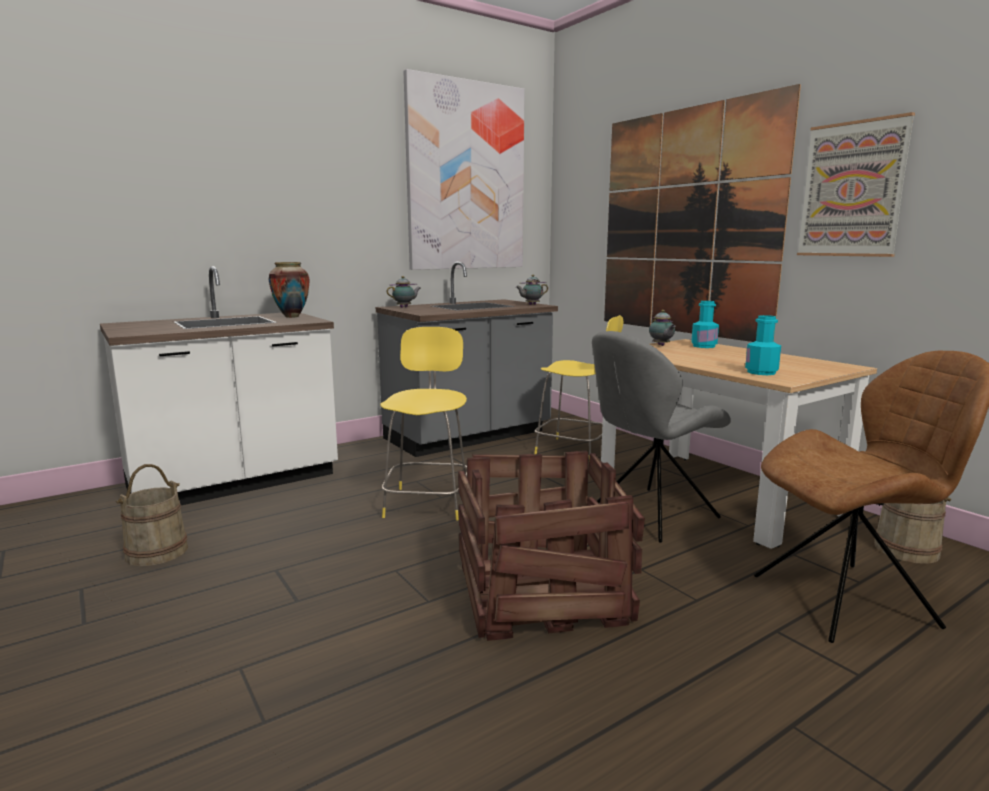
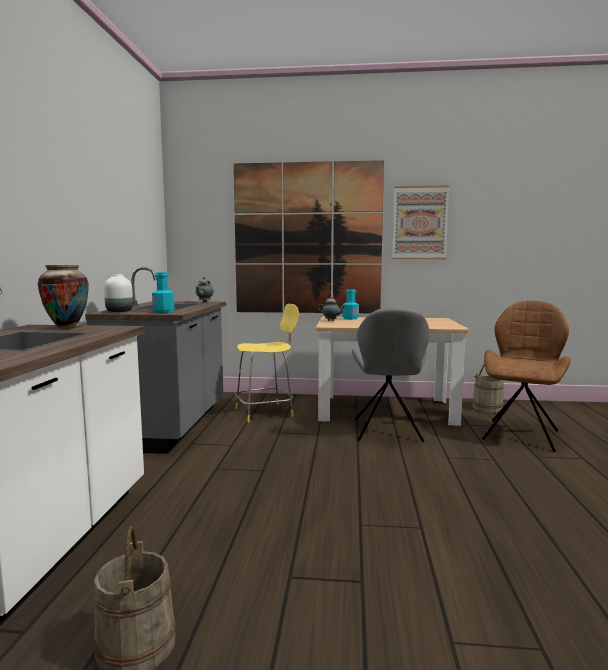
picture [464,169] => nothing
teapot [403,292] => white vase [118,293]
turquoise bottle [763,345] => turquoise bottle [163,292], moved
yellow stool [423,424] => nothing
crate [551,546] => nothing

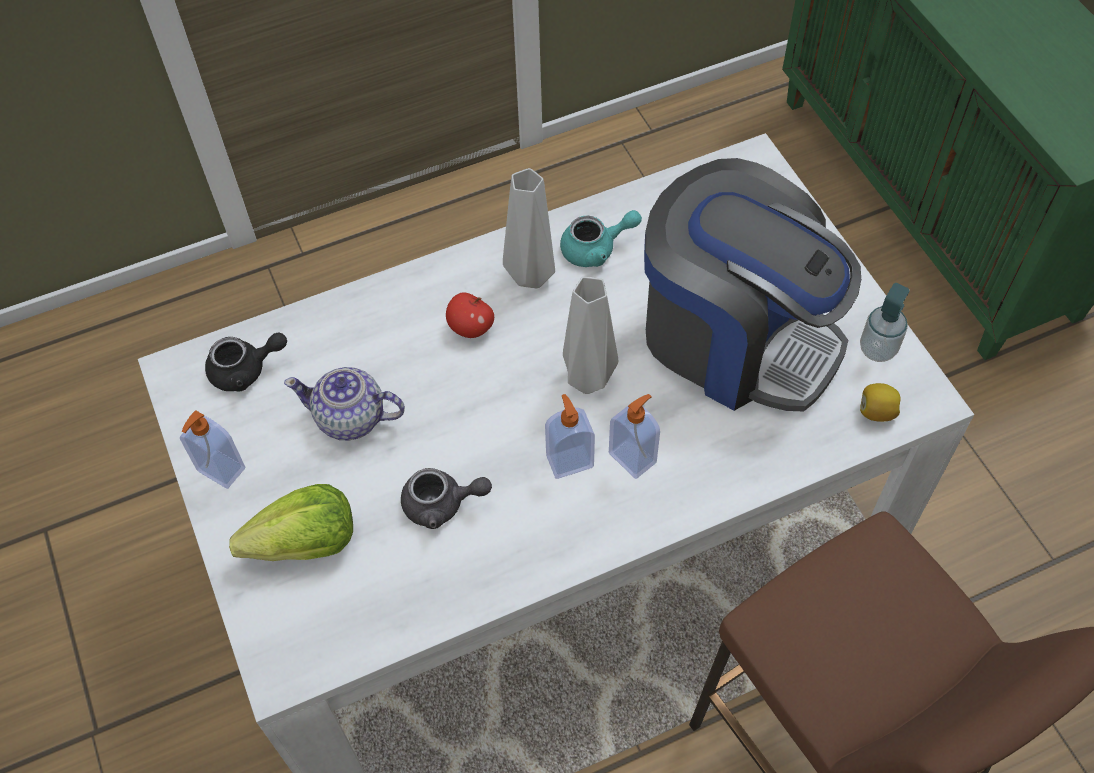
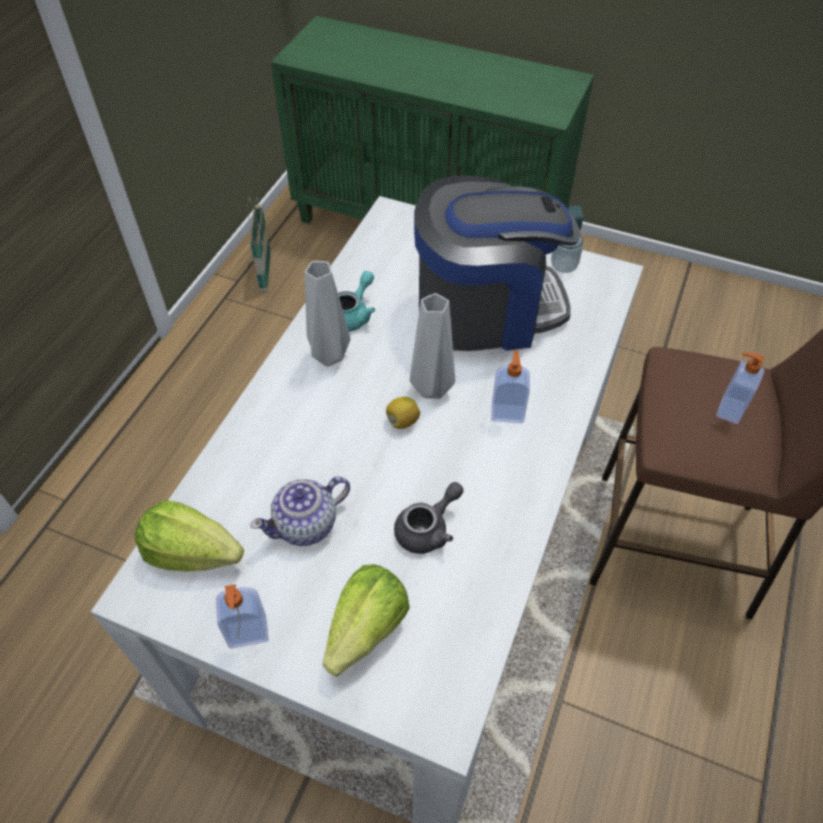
apple [470,315] => nothing
black teapot [246,361] => lettuce [189,535]
lemon [880,402] => lemon [403,413], moved
soap dispenser [570,436] => soap dispenser [740,388], moved
nothing => basket [259,244]

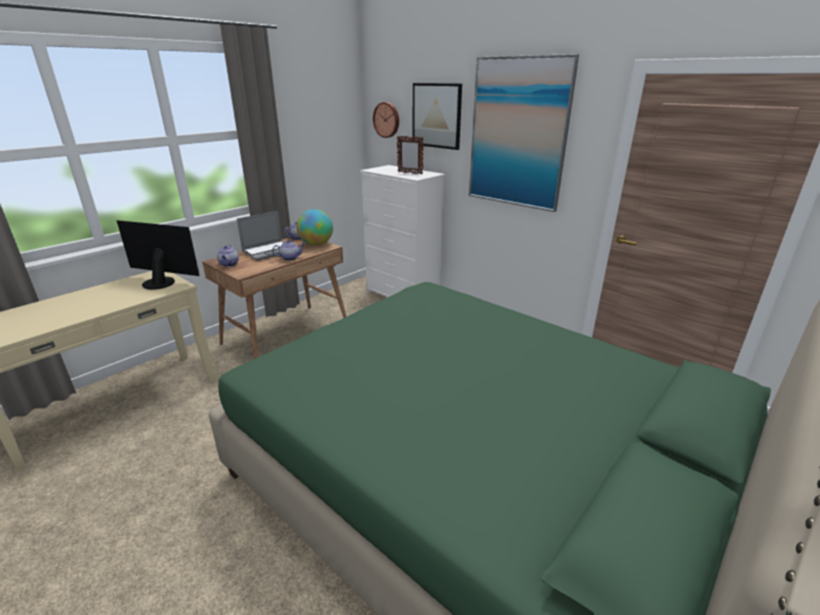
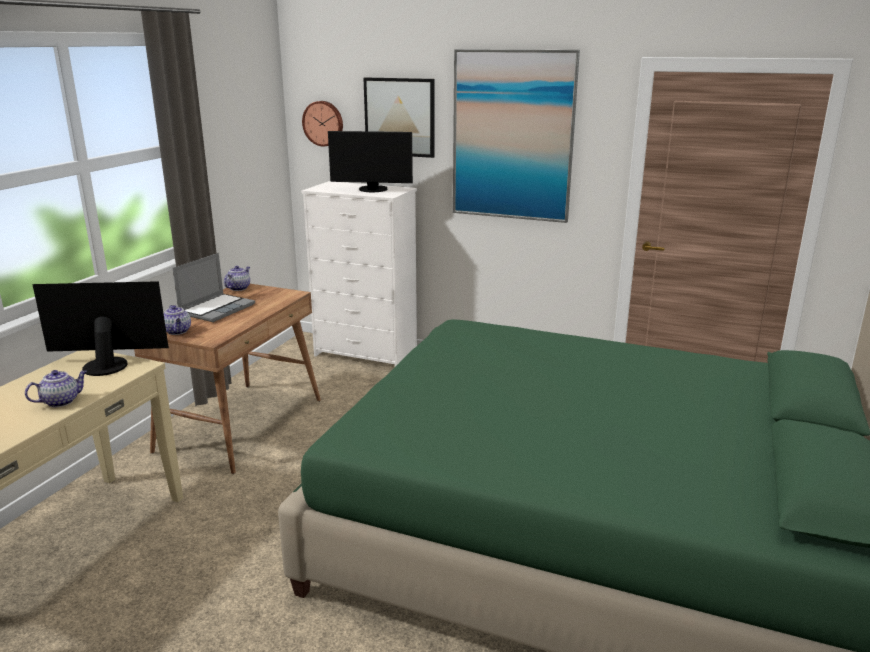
picture frame [410,155] => monitor [370,161]
globe [314,227] => nothing
teapot [288,250] => teapot [56,388], moved

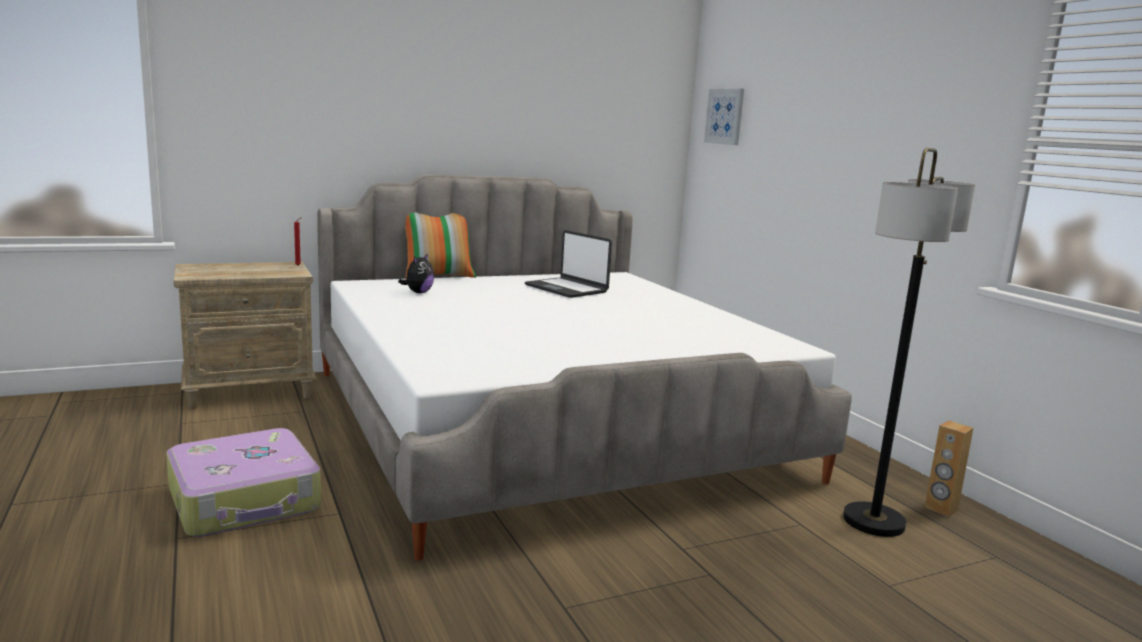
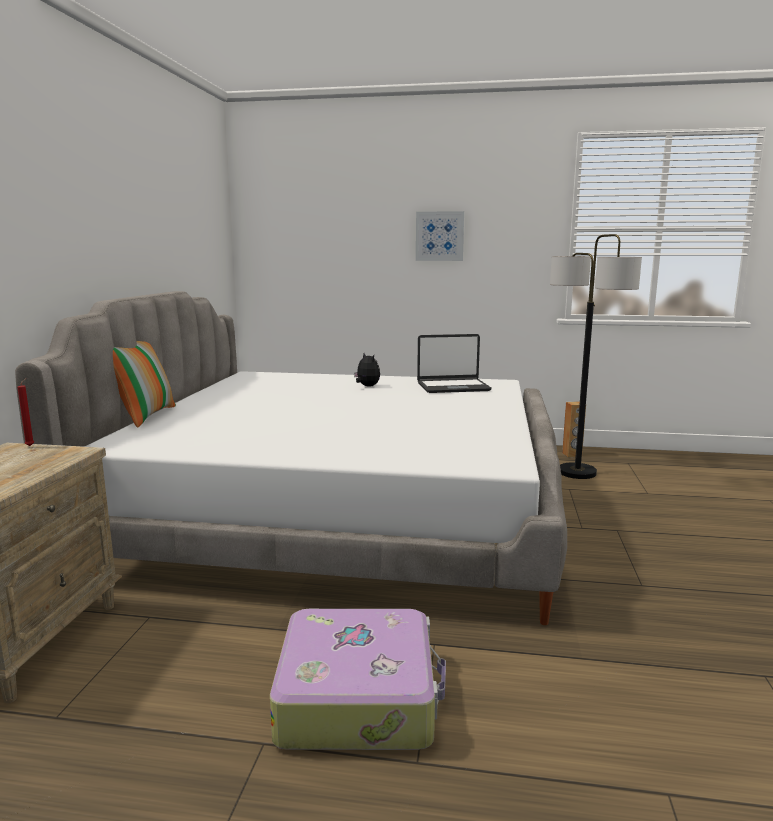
picture [724,117] => picture [440,236], moved
laptop [568,264] => laptop [454,363], moved
plush toy [416,273] => plush toy [367,369], moved

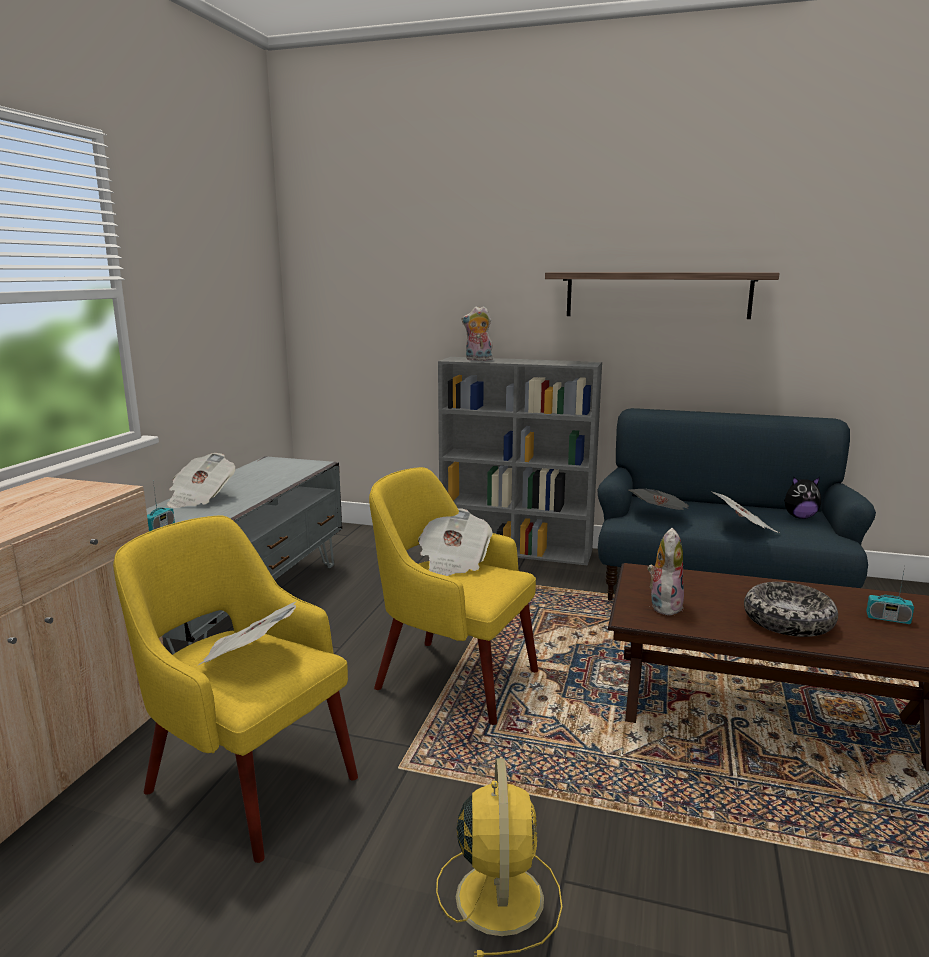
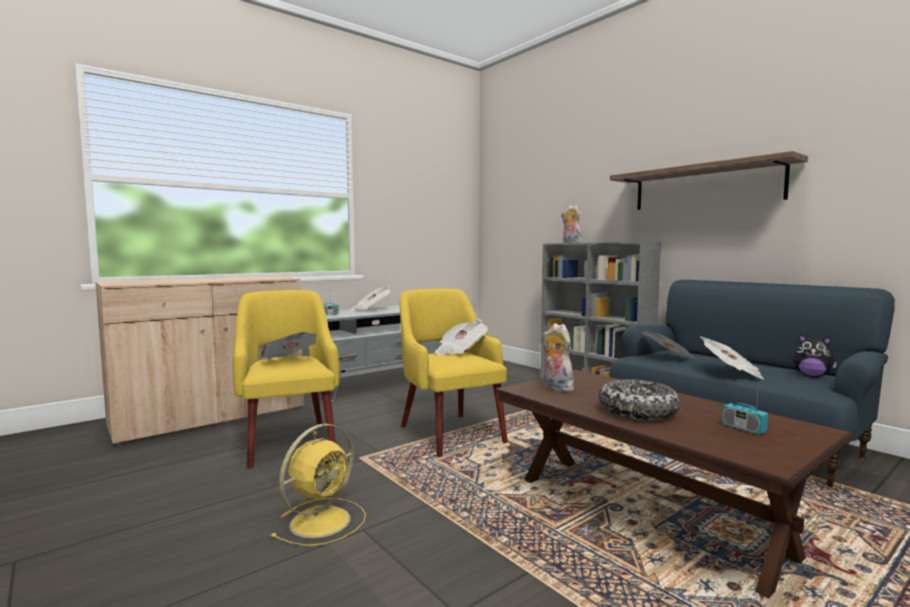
plush toy [666,571] => plush toy [559,357], 90 degrees counterclockwise

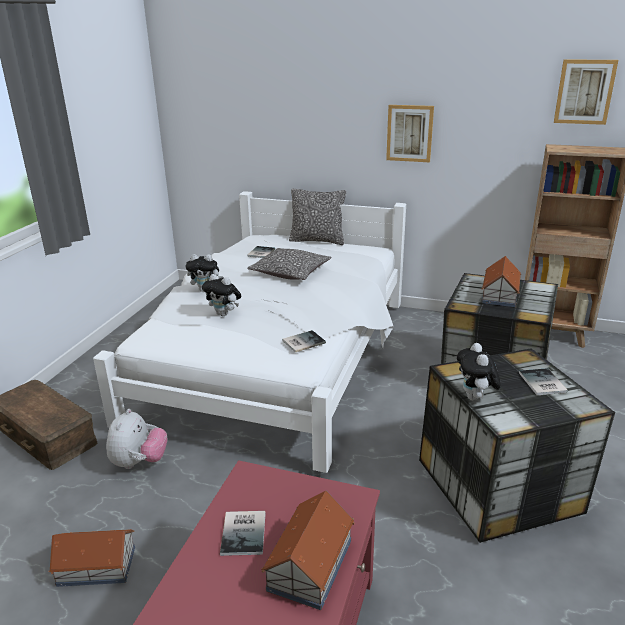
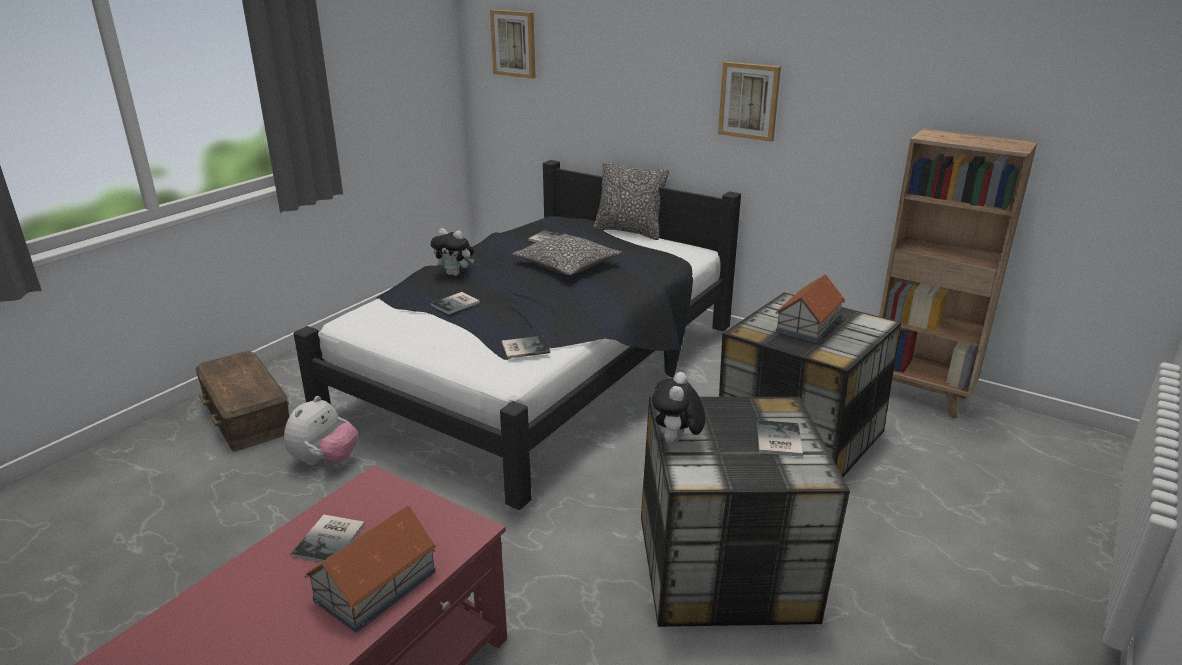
picture [586,92] => picture [512,44], moved
white bed [249,332] => black bed [517,335]
plush toy [221,295] => book [455,303]
toy house [92,558] => nothing

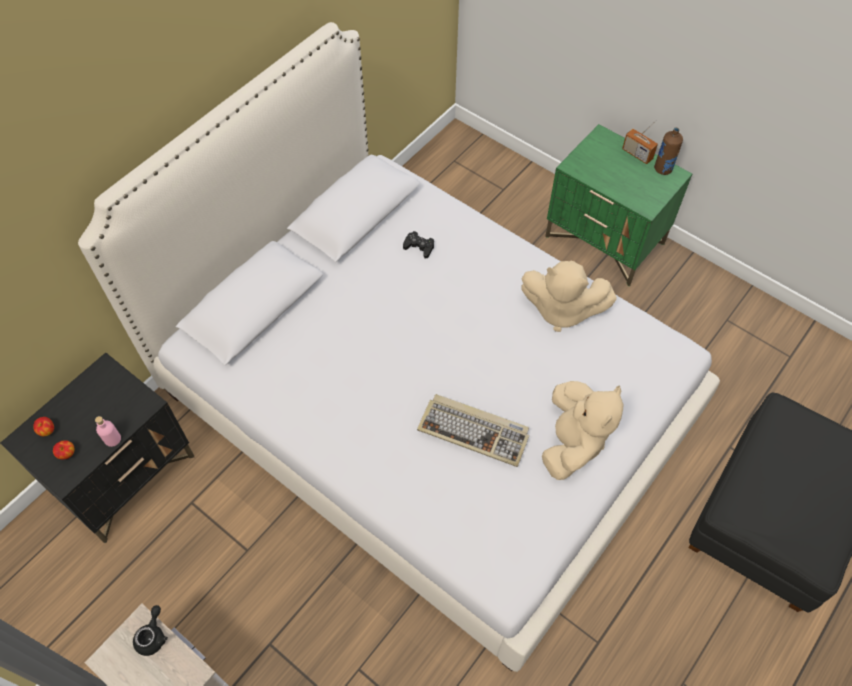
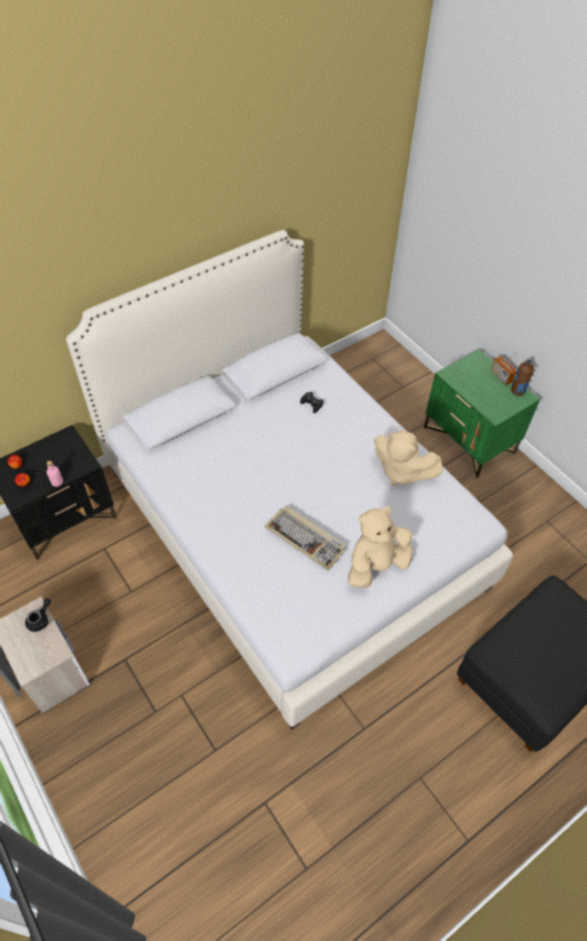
beige plush toy [583,430] => beige plush toy [380,547], 150 degrees counterclockwise

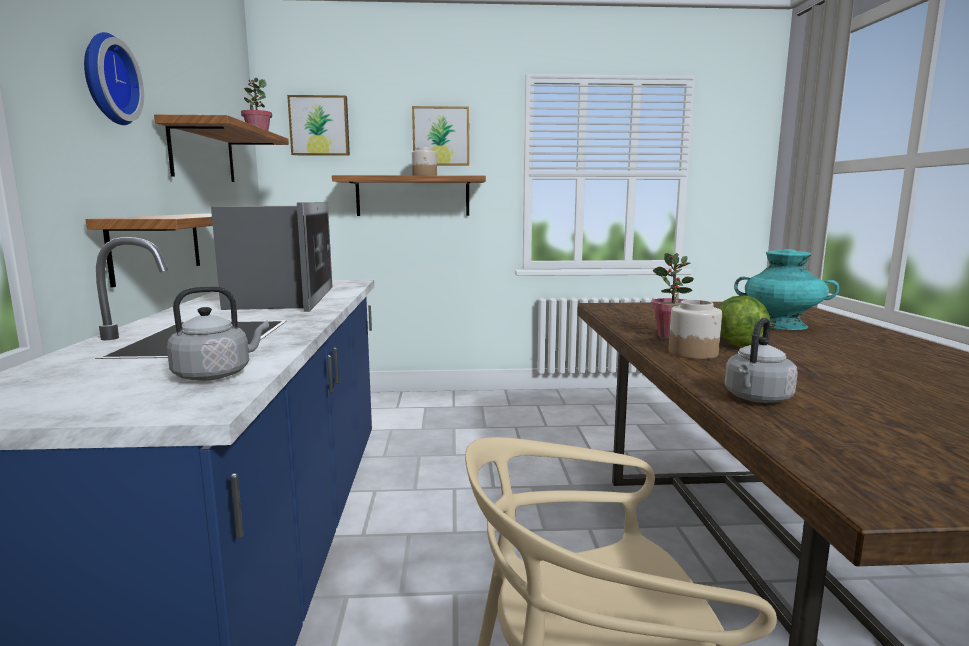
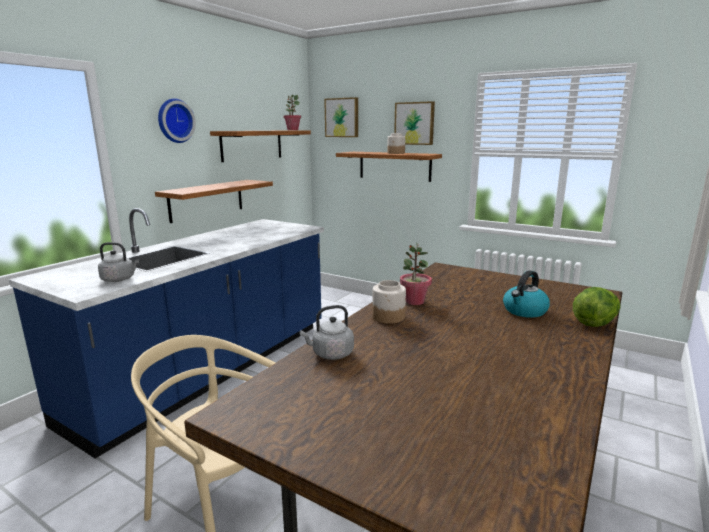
microwave [271,257] => nothing
turquoise vase [786,289] => kettle [526,294]
lettuce [744,321] => lettuce [596,307], moved

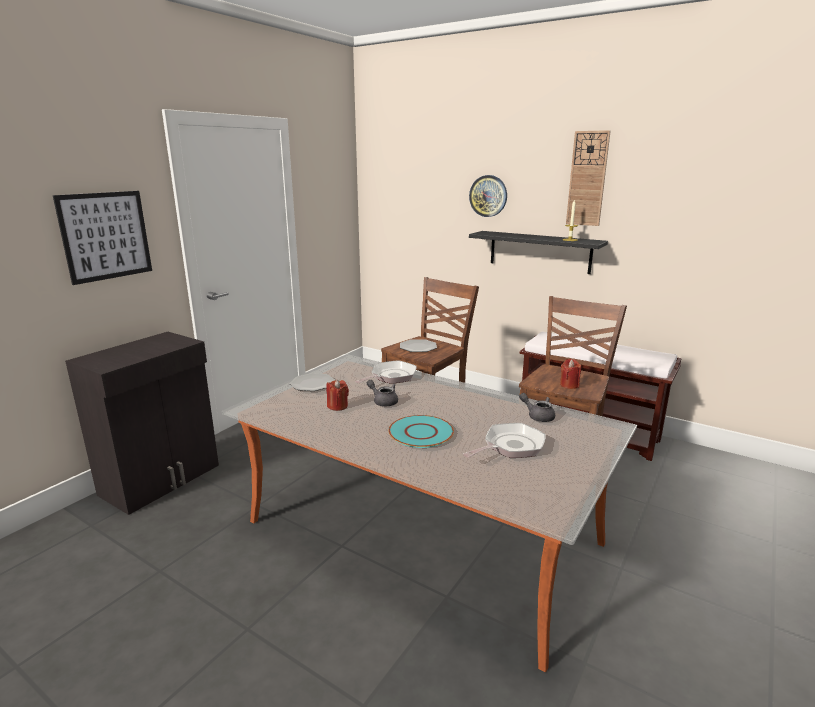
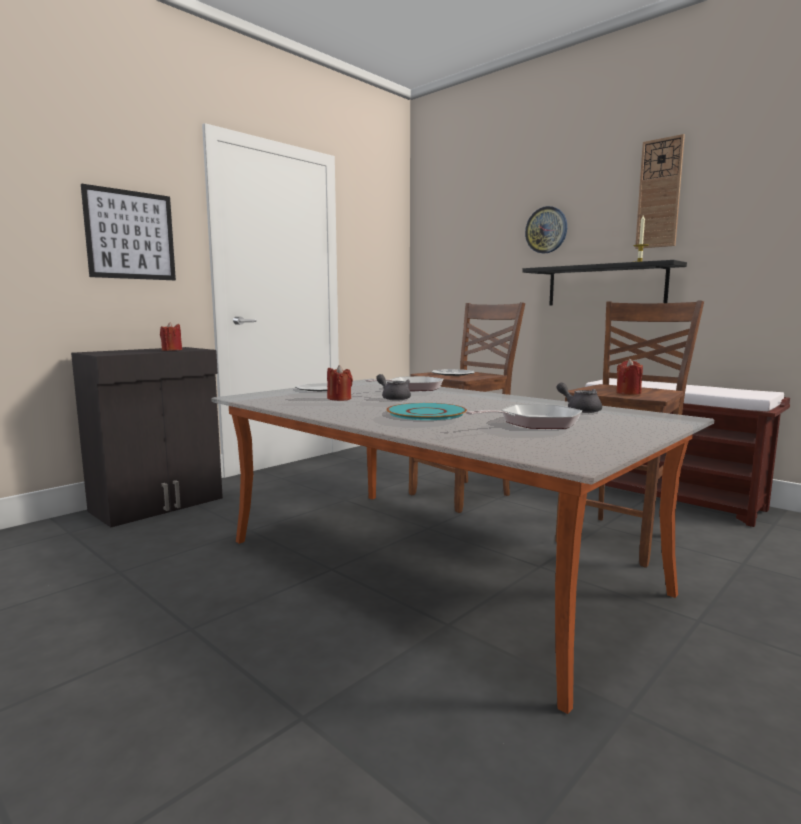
nothing => red candle [171,336]

